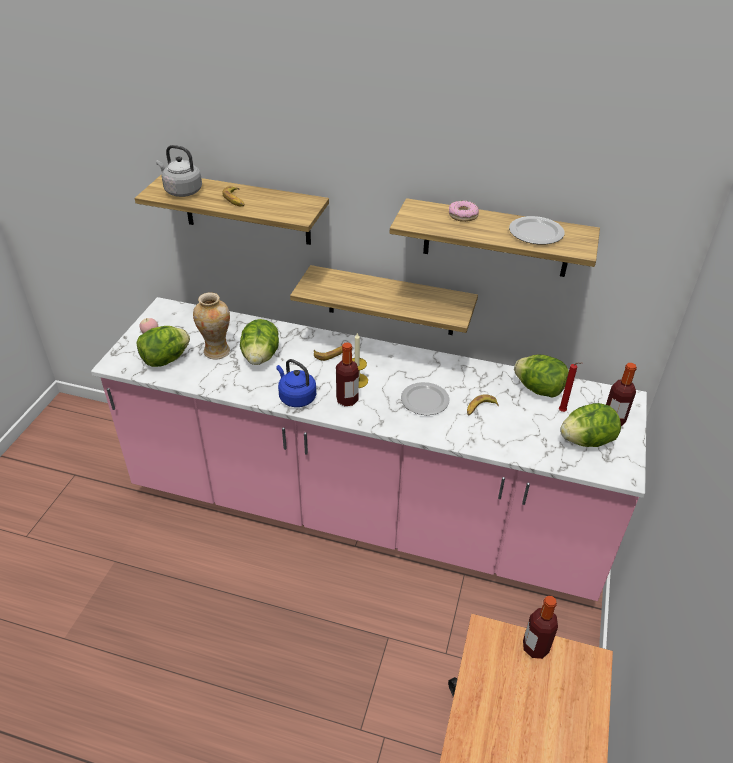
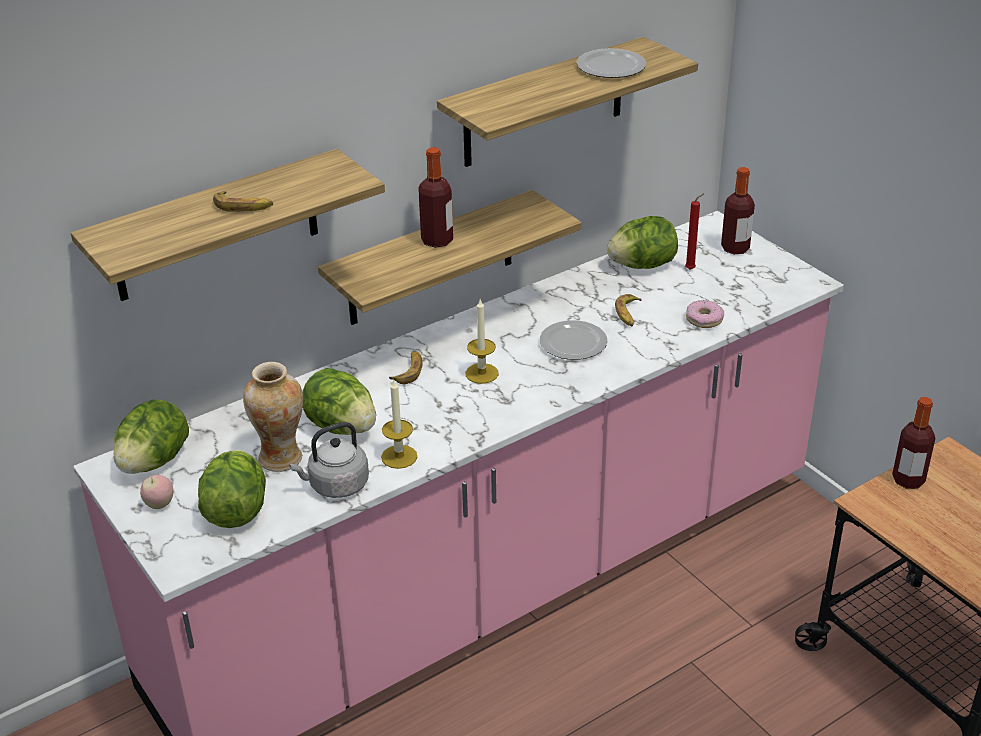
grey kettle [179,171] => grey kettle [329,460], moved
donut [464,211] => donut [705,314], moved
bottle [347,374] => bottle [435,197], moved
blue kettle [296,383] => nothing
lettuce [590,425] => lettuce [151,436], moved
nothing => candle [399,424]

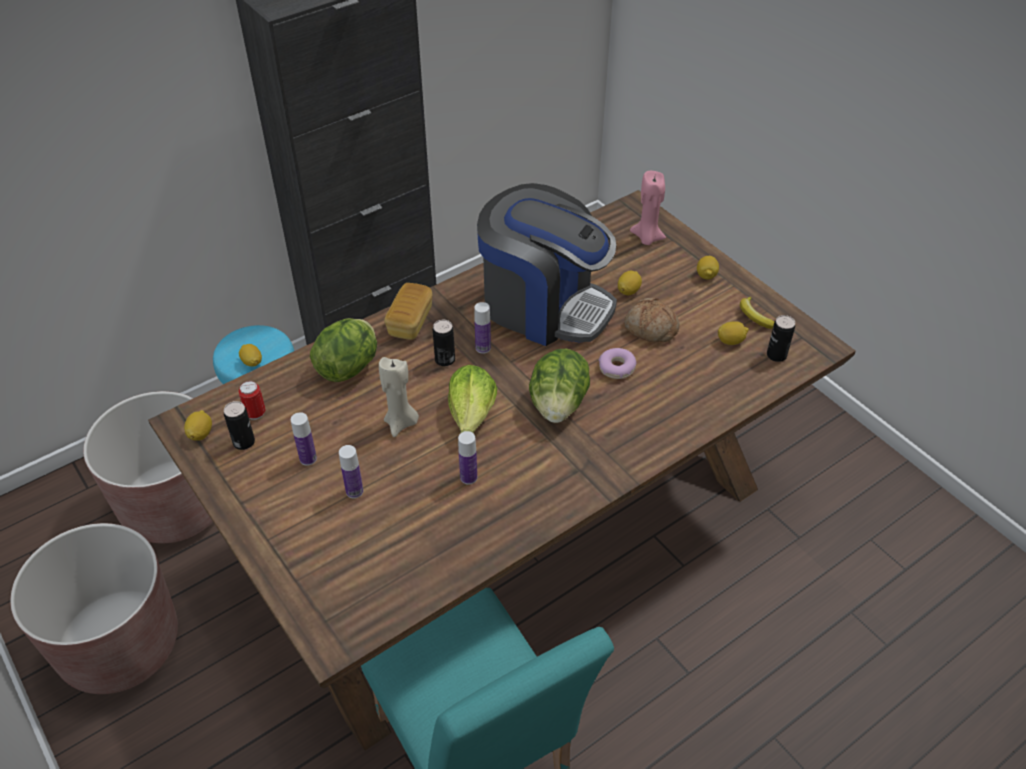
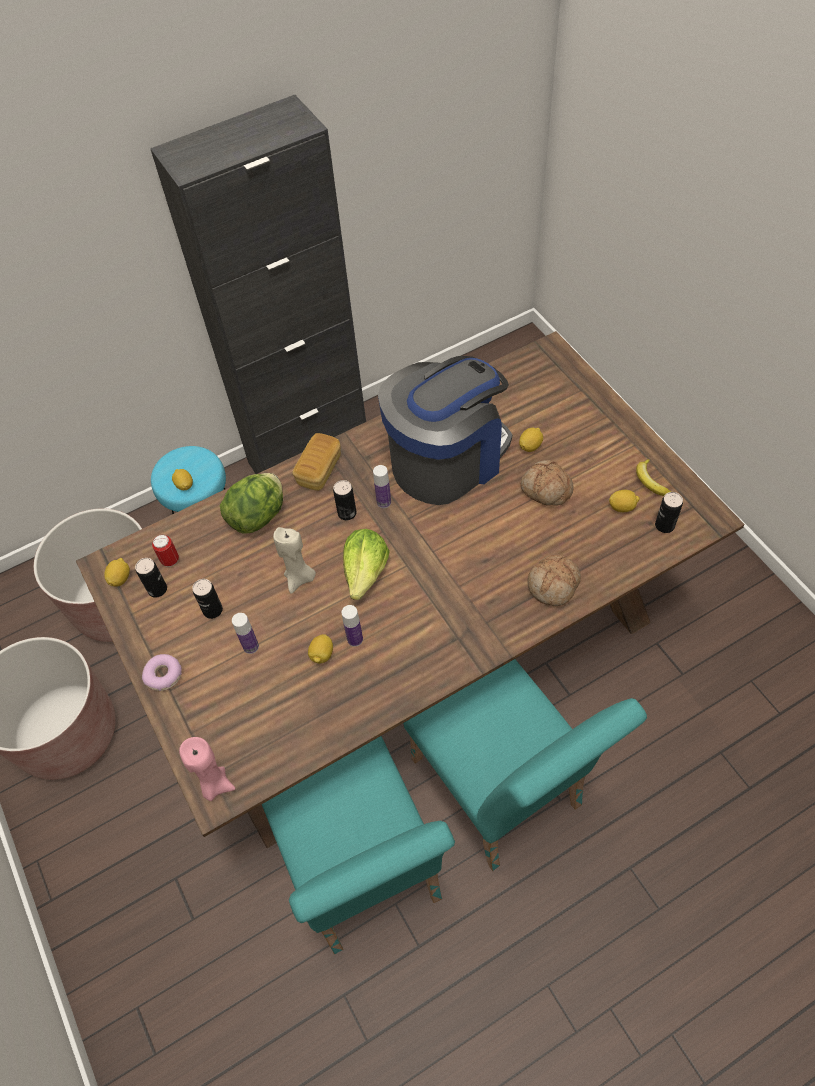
pink candle [648,208] => pink candle [207,769], moved
coffee machine [547,264] => coffee machine [445,430], 75 degrees counterclockwise
lemon [708,267] => lemon [320,649], moved
donut [618,363] => donut [162,672], moved
lettuce [559,386] => nothing
bottle [304,439] => can [207,599]
nothing => bread [554,580]
nothing => turquoise chair [525,765]

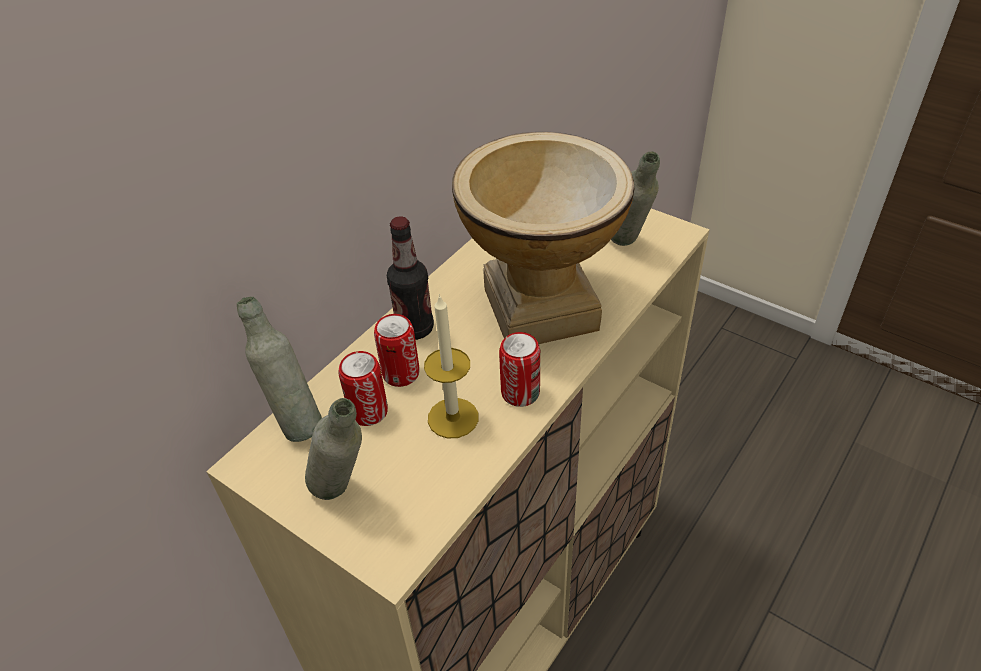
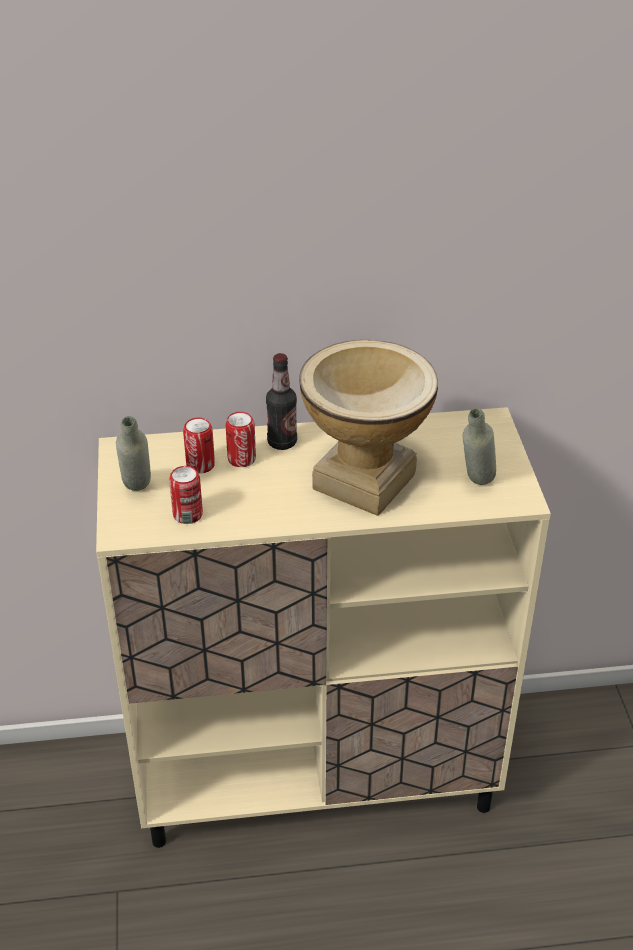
candle [451,366] => nothing
grey bottle [279,369] => nothing
can [519,369] => can [186,495], moved

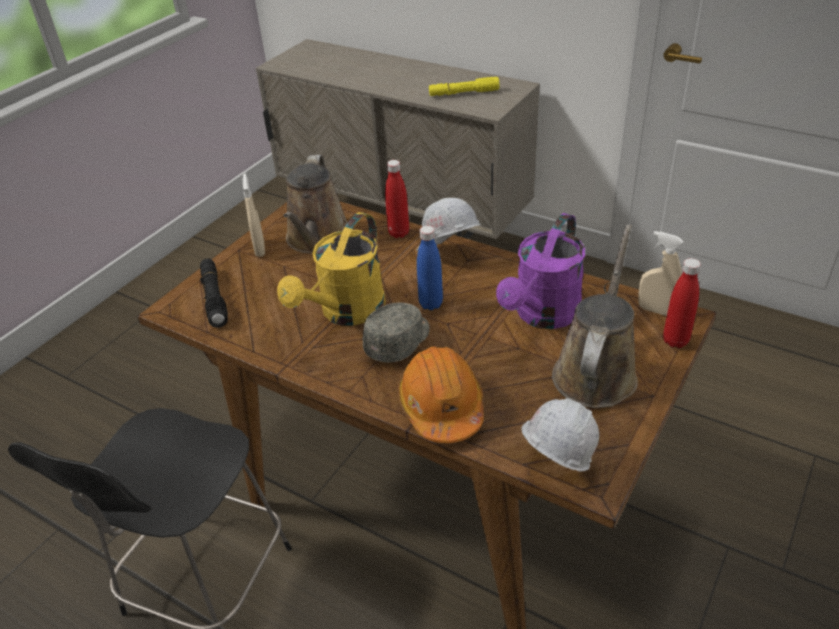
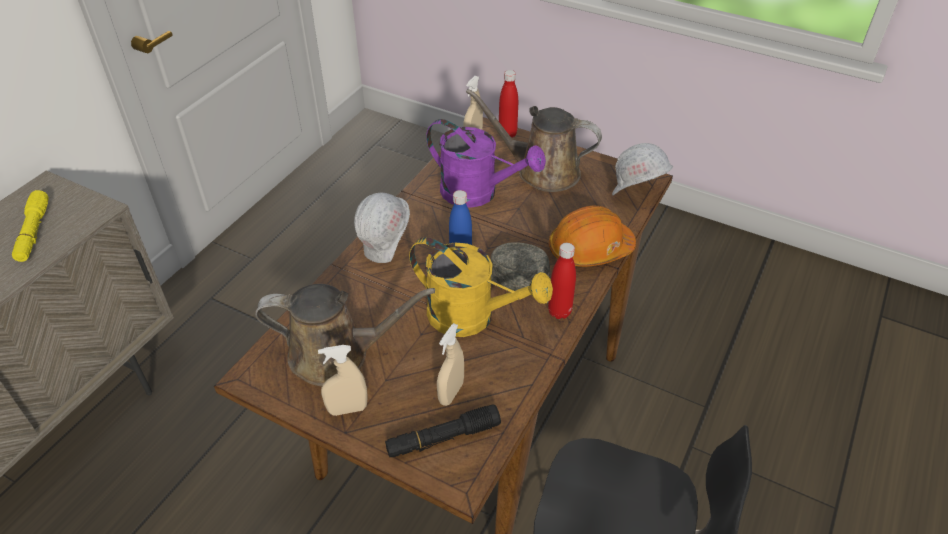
red bottle [397,199] => red bottle [562,281], moved
nothing => beige spray bottle [450,364]

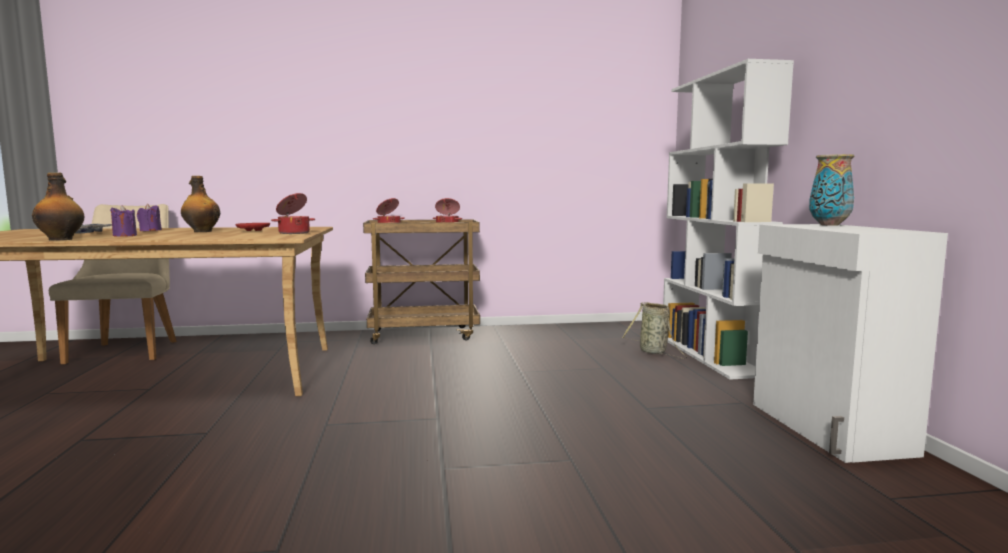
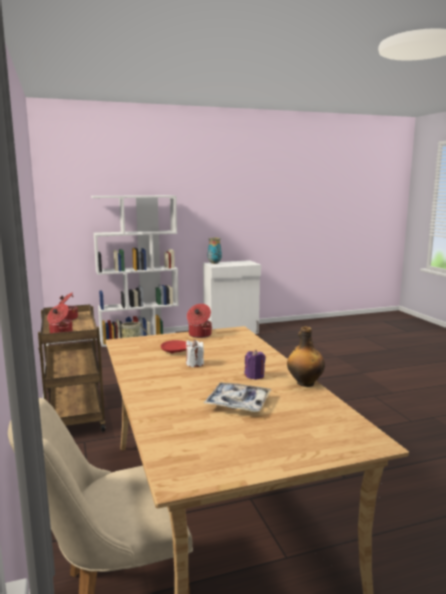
bottle [200,204] => white candle [195,353]
purple candle [149,217] => nothing

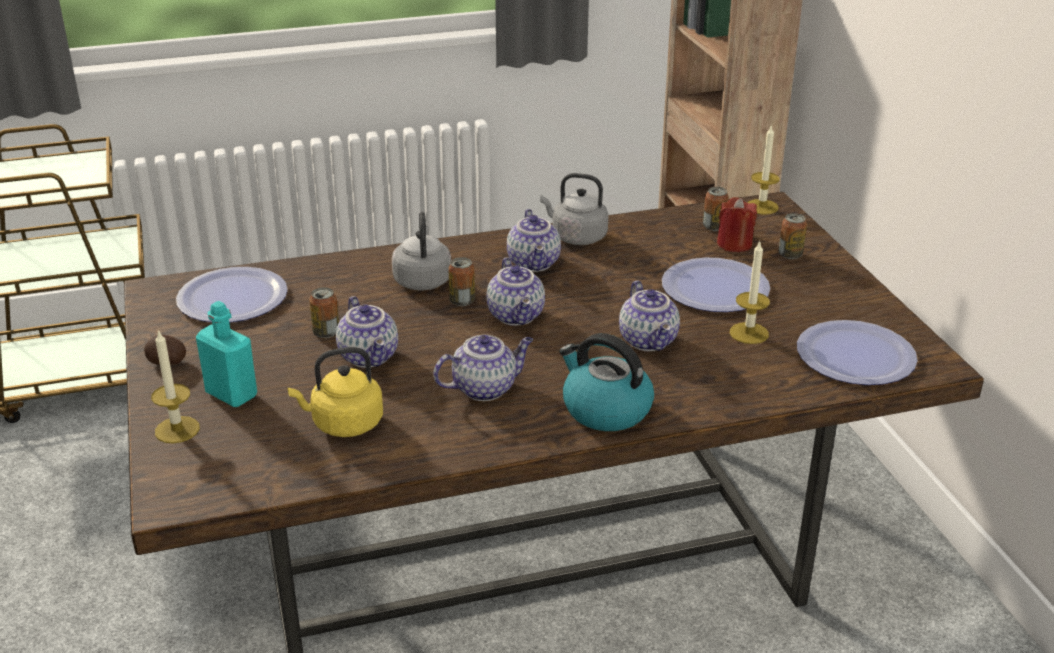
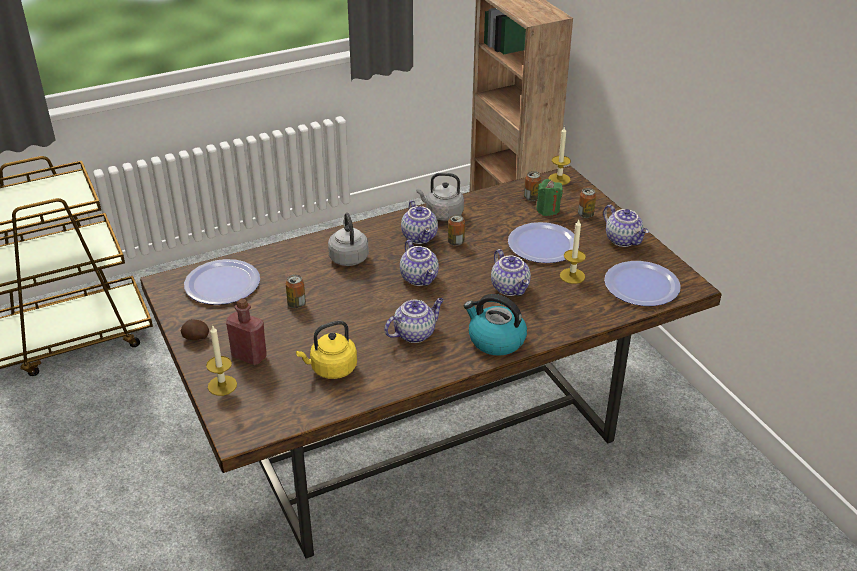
red candle [737,224] => green candle [549,197]
can [461,281] => can [456,230], moved
teapot [367,332] => teapot [626,226], moved
turquoise bottle [226,354] => red bottle [246,331]

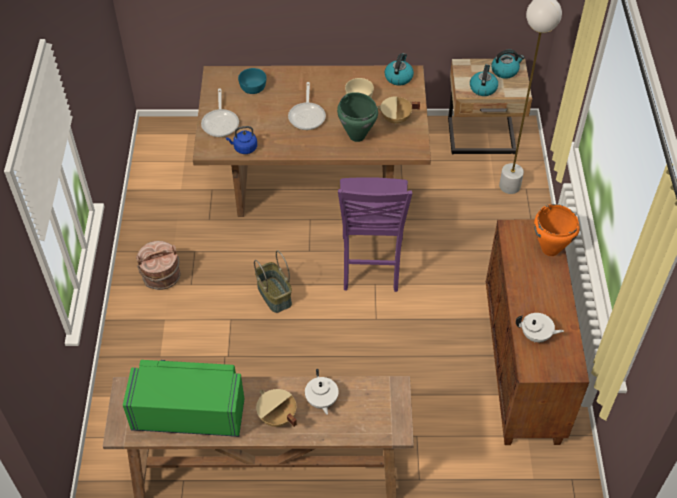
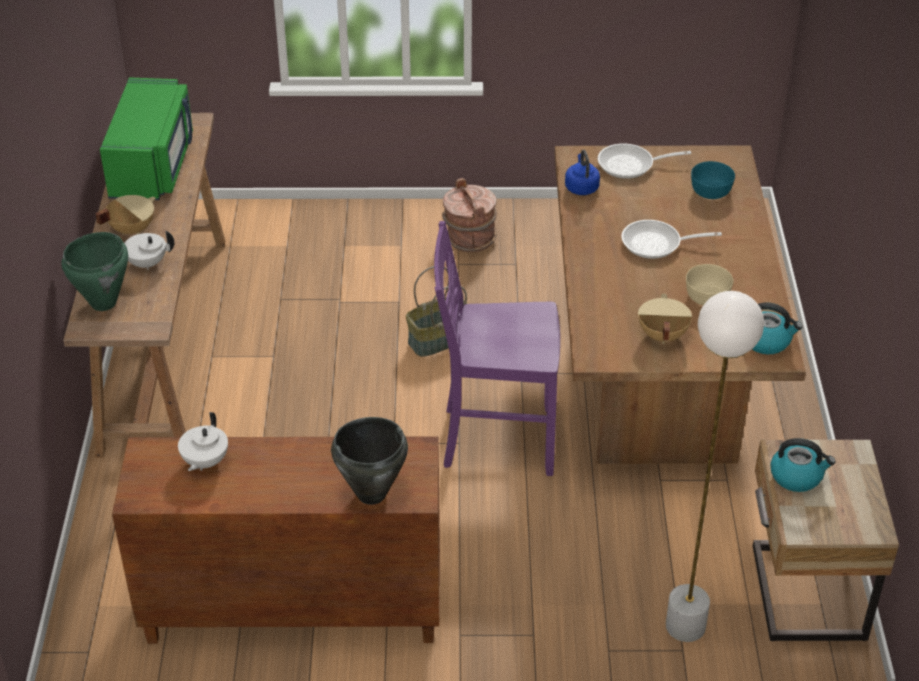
kettle [507,64] => nothing
green cooking pot [357,117] => green cooking pot [94,271], moved
orange cooking pot [557,230] => black cooking pot [369,461]

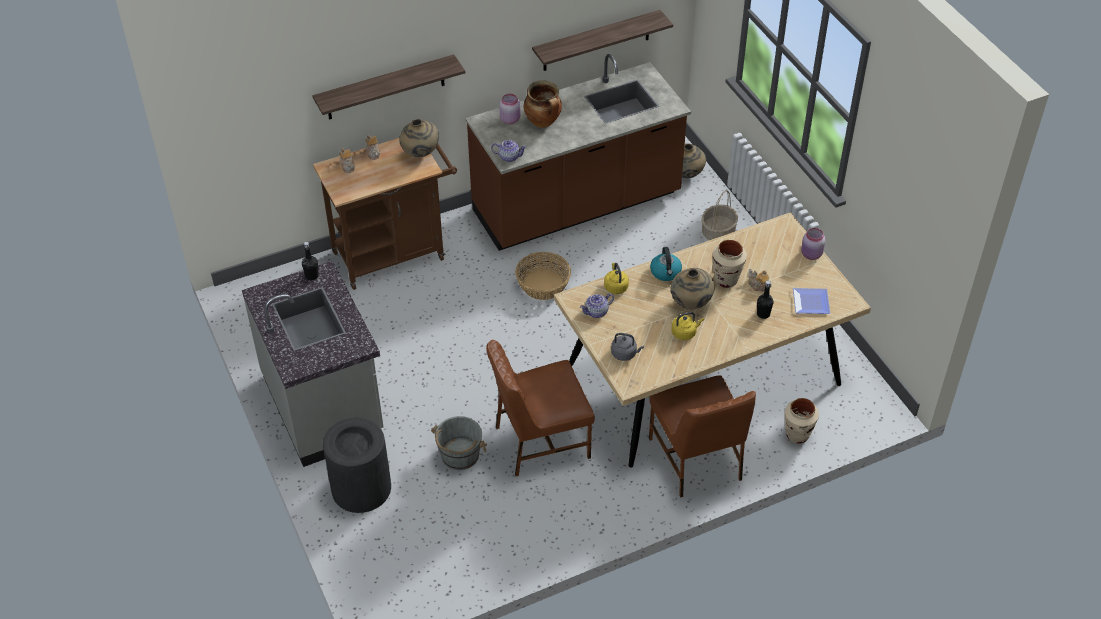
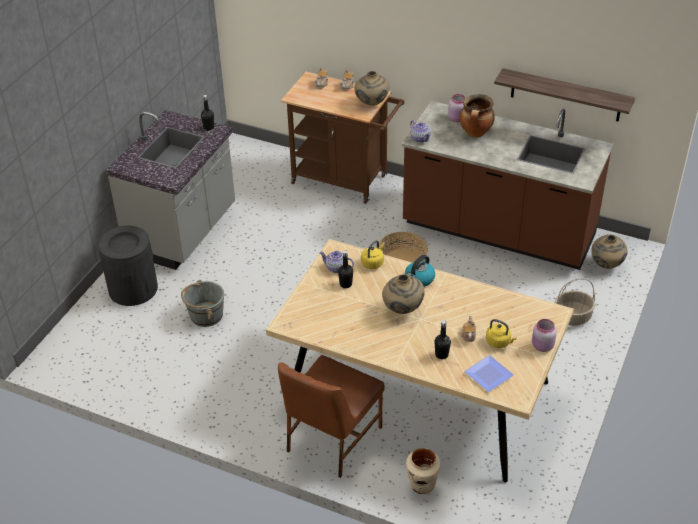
shelf [388,87] => nothing
beige vase [730,264] => nothing
yellow kettle [687,326] => yellow kettle [501,333], moved
grey kettle [627,347] => nothing
brown chair [540,408] => nothing
nothing => black bottle [345,269]

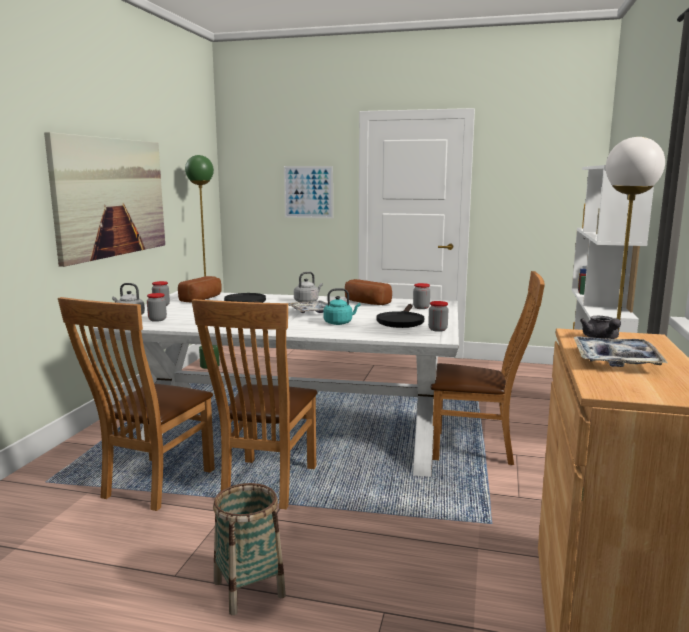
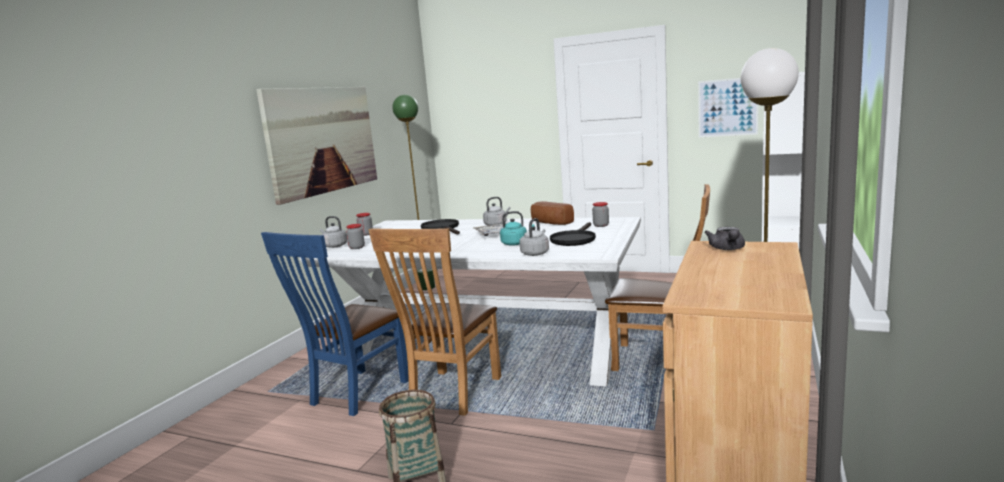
picture [308,192] => picture [728,107], moved
bread [200,289] => nothing
brown chair [136,404] => blue chair [335,324]
jar [438,316] => nothing
tray [620,351] => nothing
nothing => grey kettle [534,237]

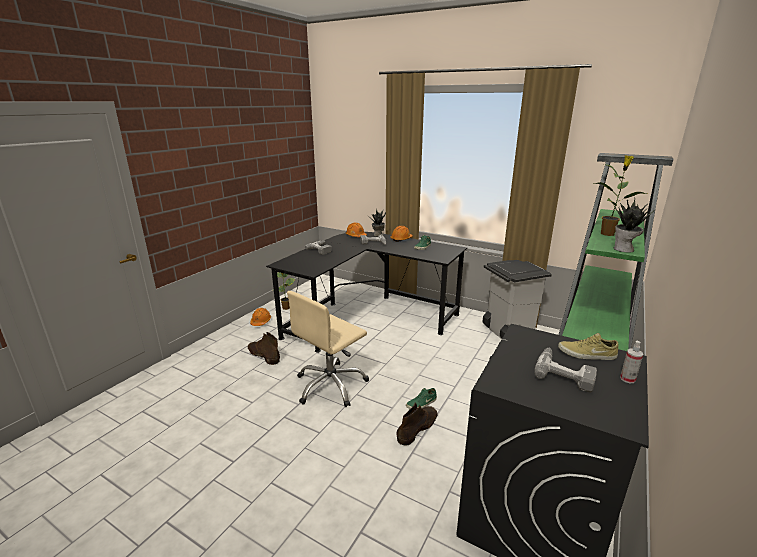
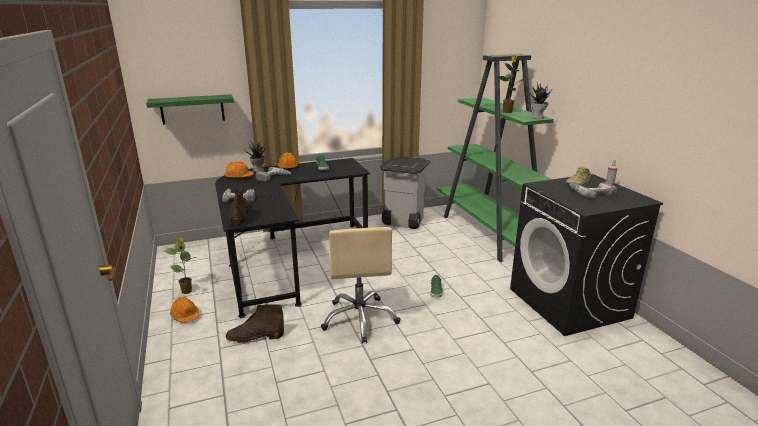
brown boot [417,423] => brown boot [239,206], moved
nothing => green shelf [190,109]

